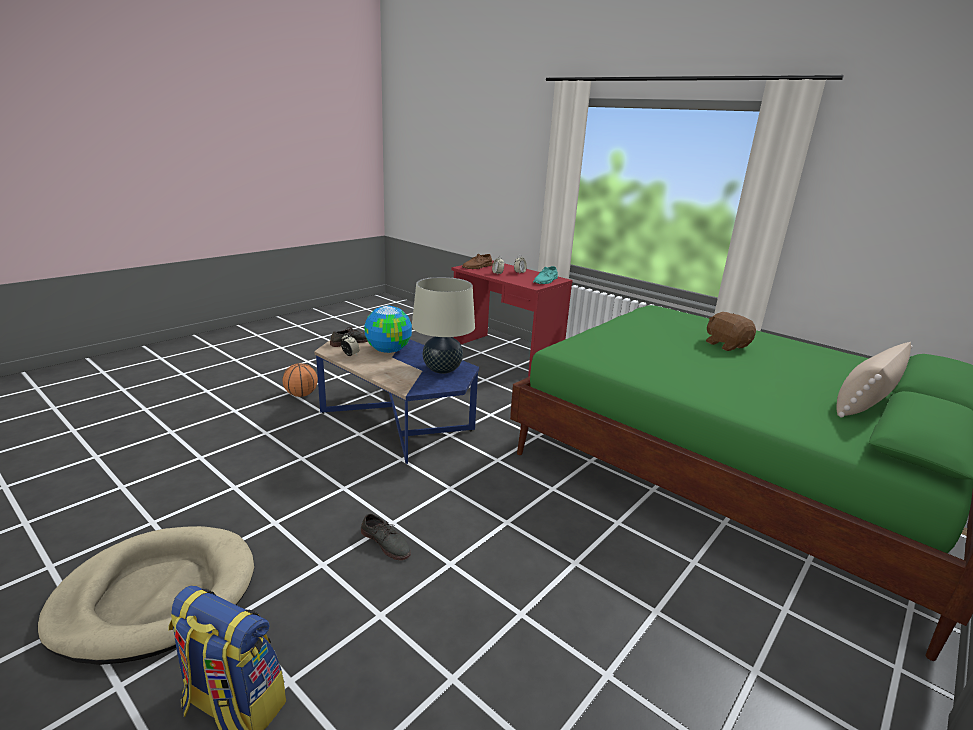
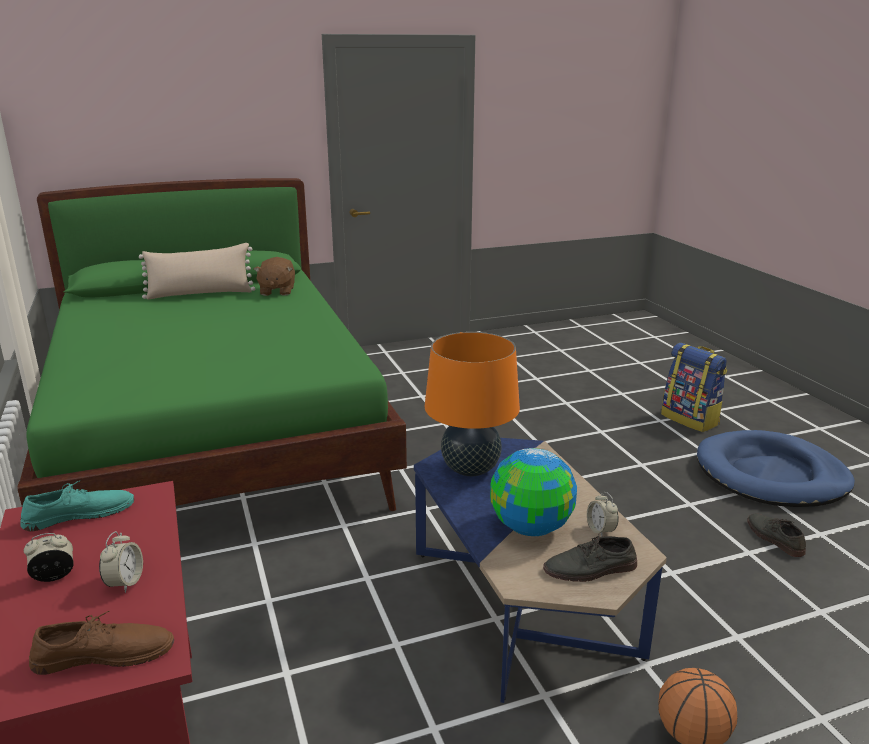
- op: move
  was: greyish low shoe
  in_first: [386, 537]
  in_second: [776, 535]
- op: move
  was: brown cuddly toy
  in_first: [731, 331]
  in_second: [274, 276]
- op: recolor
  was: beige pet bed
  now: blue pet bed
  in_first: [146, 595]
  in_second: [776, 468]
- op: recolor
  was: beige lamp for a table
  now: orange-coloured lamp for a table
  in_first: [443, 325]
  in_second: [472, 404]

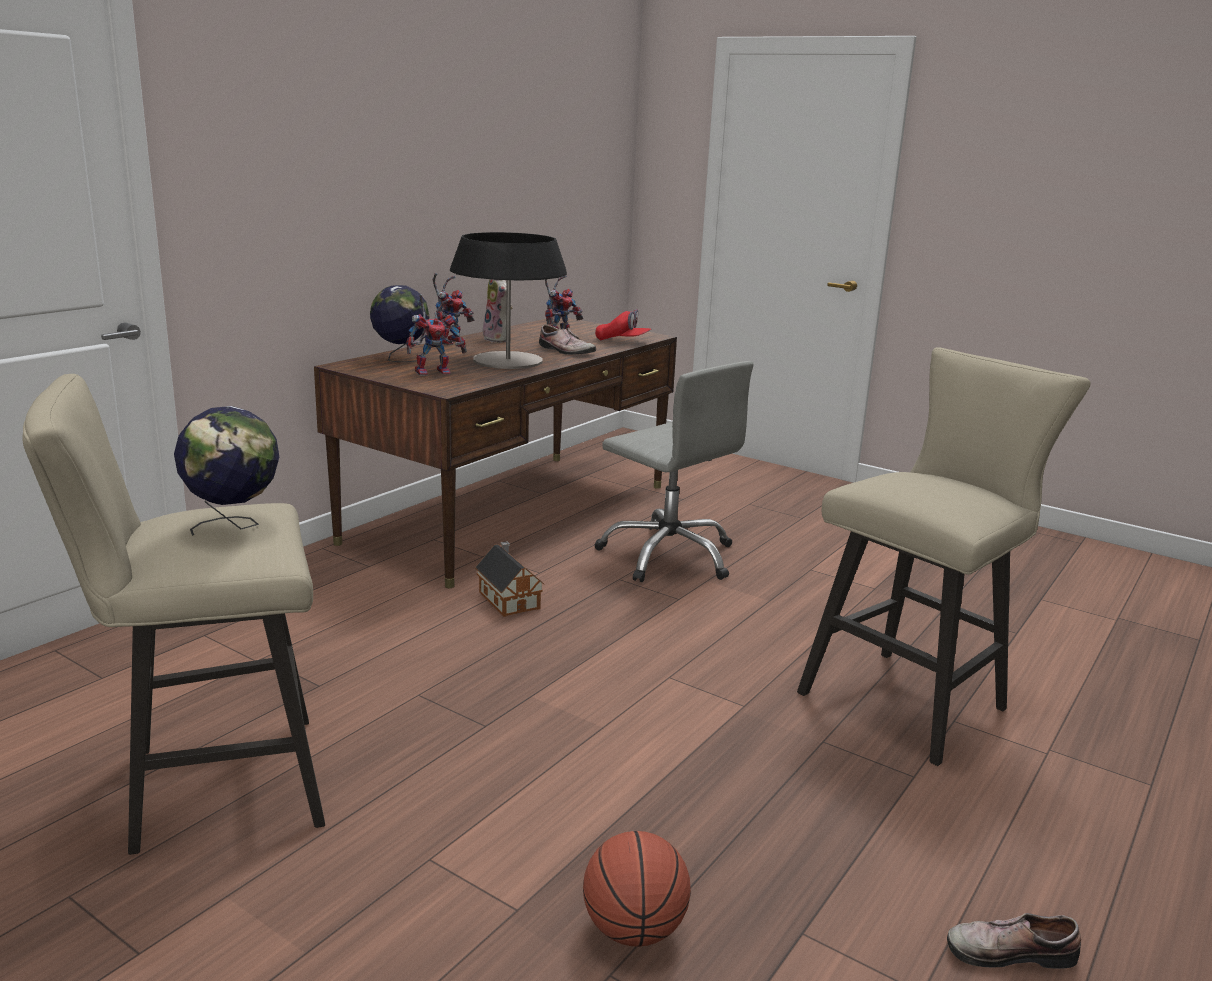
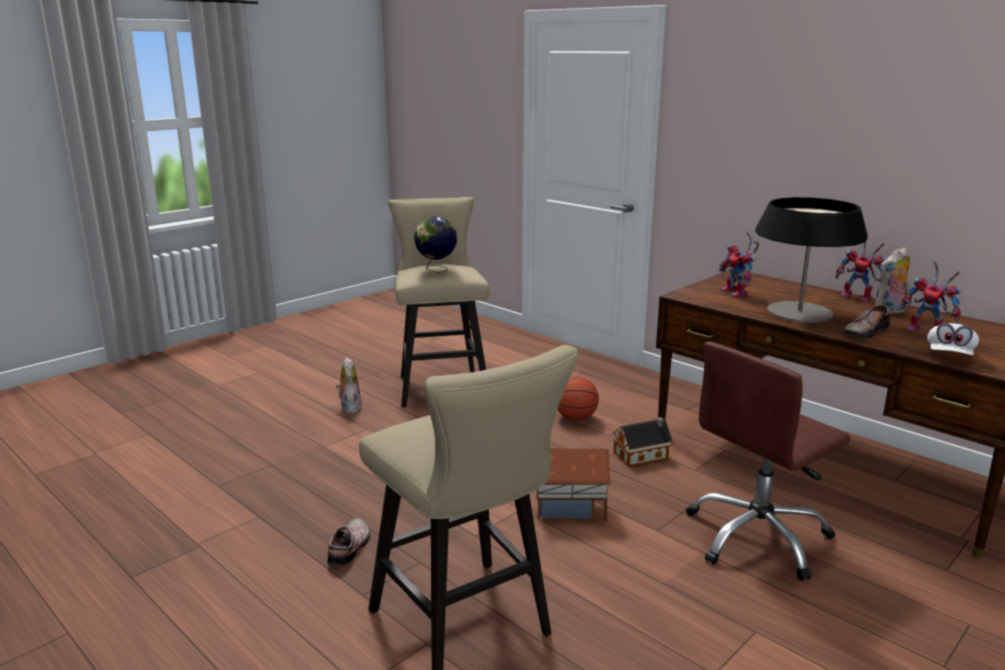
- op: delete
  was: globe
  in_first: [399, 323]
- op: insert
  now: cuddly toy
  in_second: [349, 385]
- op: insert
  now: miniature house
  in_second: [574, 484]
- op: move
  was: ball for basketball
  in_first: [637, 889]
  in_second: [578, 399]
- op: move
  was: low shoe
  in_first: [1014, 941]
  in_second: [348, 541]
- op: recolor
  was: red-coloured cap
  now: white-coloured cap
  in_first: [623, 324]
  in_second: [953, 339]
- op: recolor
  was: greyish computer chair
  now: brown computer chair
  in_first: [674, 471]
  in_second: [768, 461]

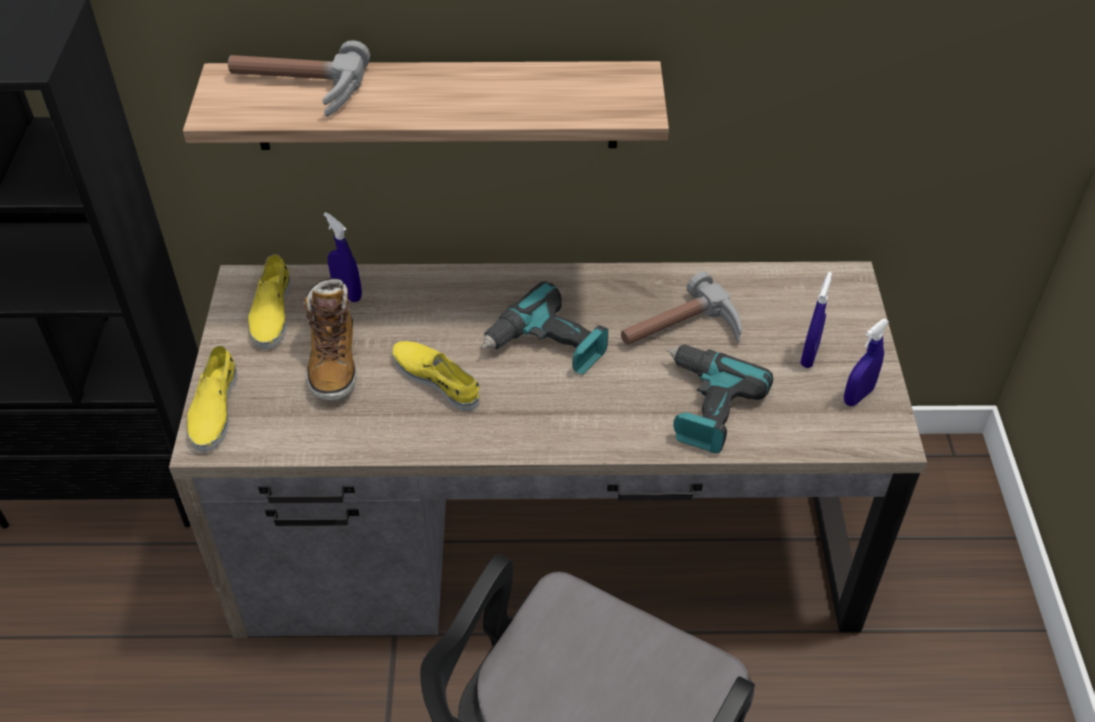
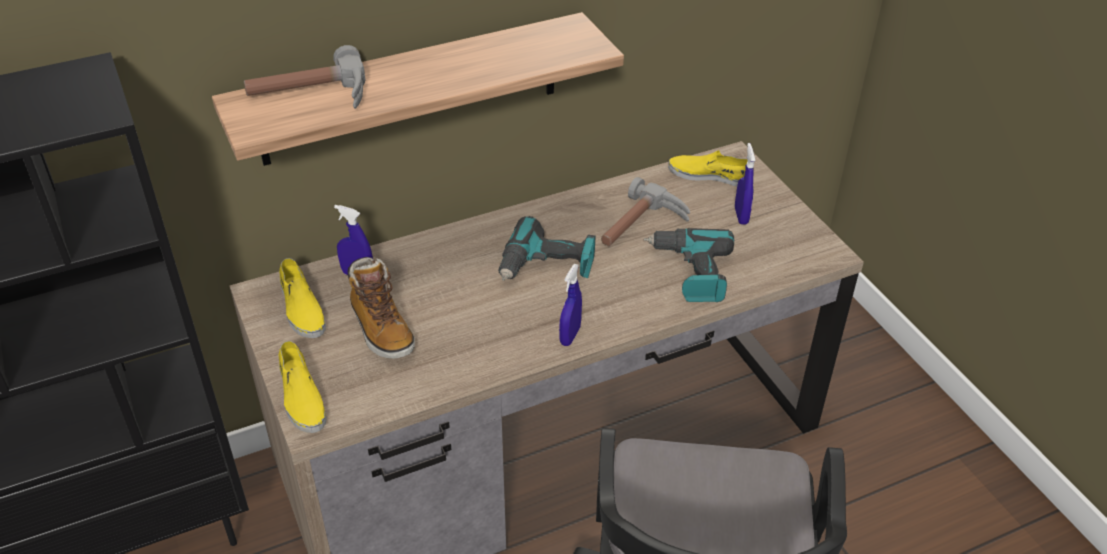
- op: move
  was: yellowish low shoe
  in_first: [436, 376]
  in_second: [708, 168]
- op: move
  was: blue sprayer
  in_first: [866, 362]
  in_second: [570, 305]

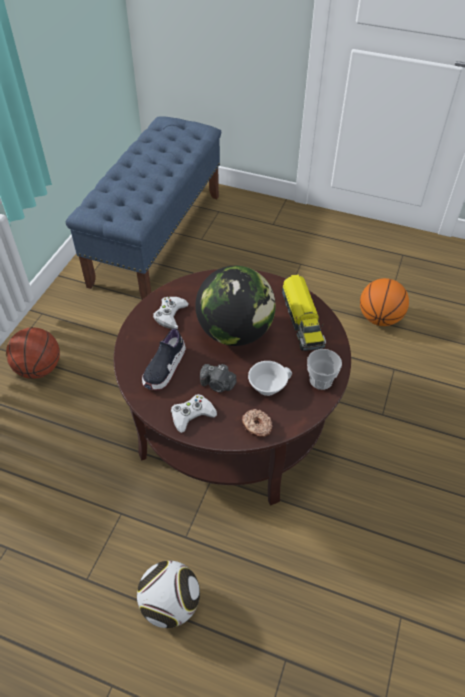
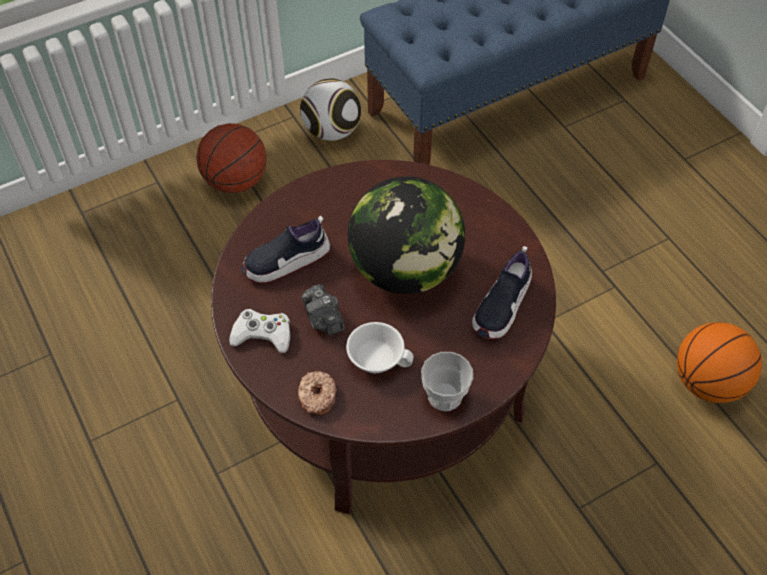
- op: delete
  was: white-coloured gamepad
  in_first: [171, 313]
- op: move
  was: football
  in_first: [168, 594]
  in_second: [330, 109]
- op: replace
  was: toy truck
  now: low shoe
  in_first: [304, 312]
  in_second: [502, 293]

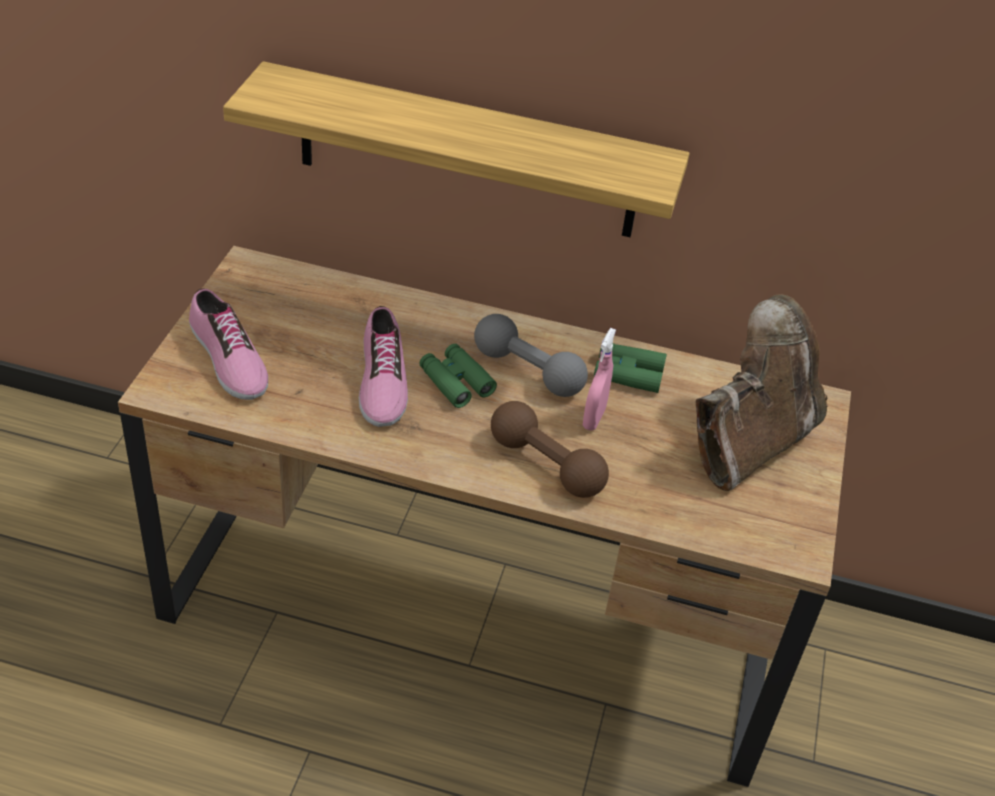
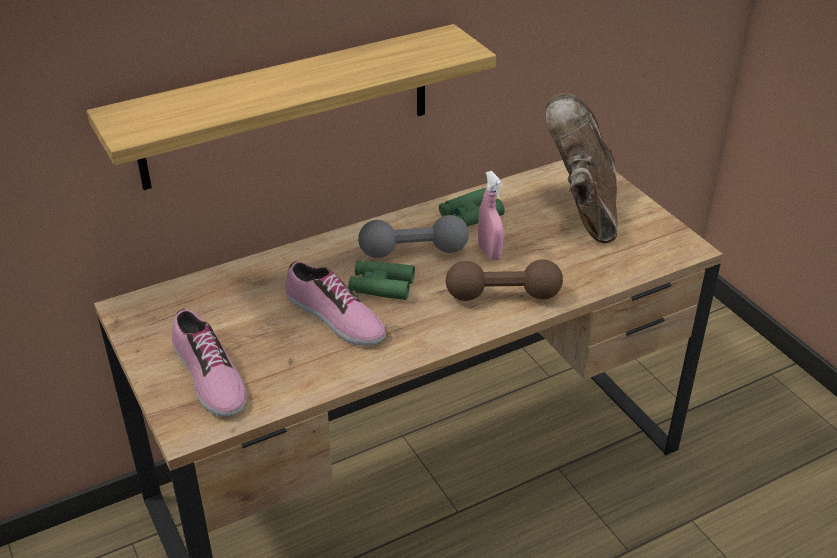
- op: rotate
  was: low shoe
  in_first: [228, 344]
  in_second: [209, 363]
  clockwise: 45

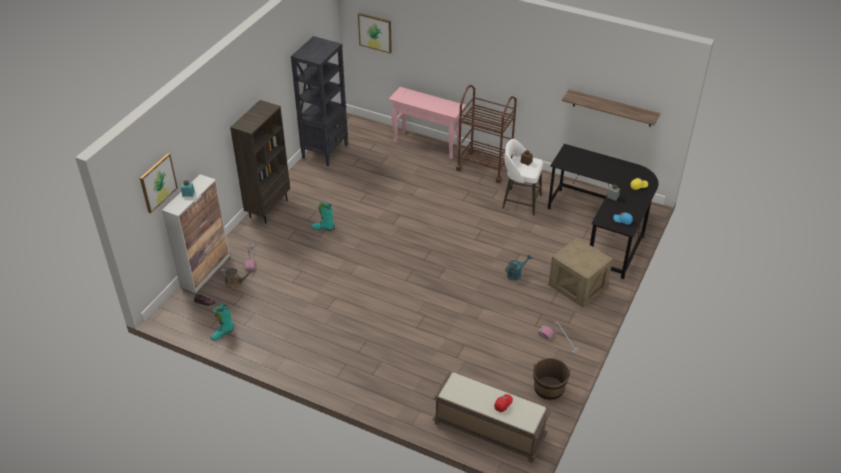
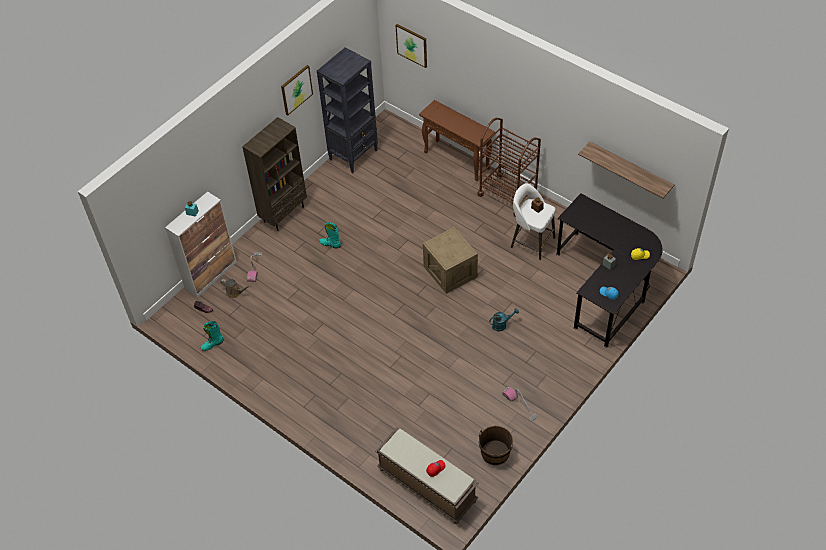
- op: move
  was: wall art
  in_first: [159, 183]
  in_second: [297, 90]
- op: move
  was: shipping crate
  in_first: [580, 272]
  in_second: [450, 260]
- op: recolor
  was: pink-coloured console table
  now: brown console table
  in_first: [427, 123]
  in_second: [457, 140]

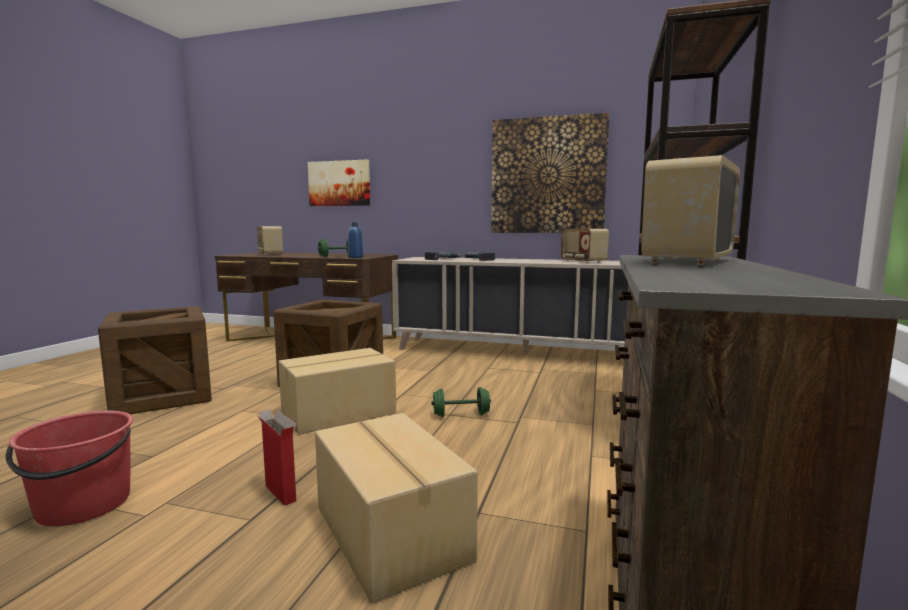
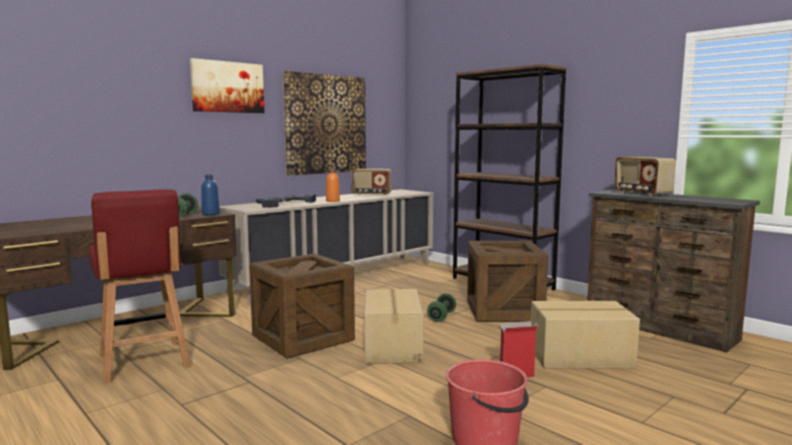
- op: delete
  was: radio receiver
  in_first: [270, 241]
- op: insert
  now: red-coloured plain chair
  in_second: [139, 286]
- op: insert
  now: orange-coloured beverage bottle
  in_second: [333, 185]
- op: move
  was: shipping crate
  in_first: [155, 360]
  in_second: [507, 281]
- op: move
  was: wall art
  in_first: [339, 182]
  in_second: [227, 85]

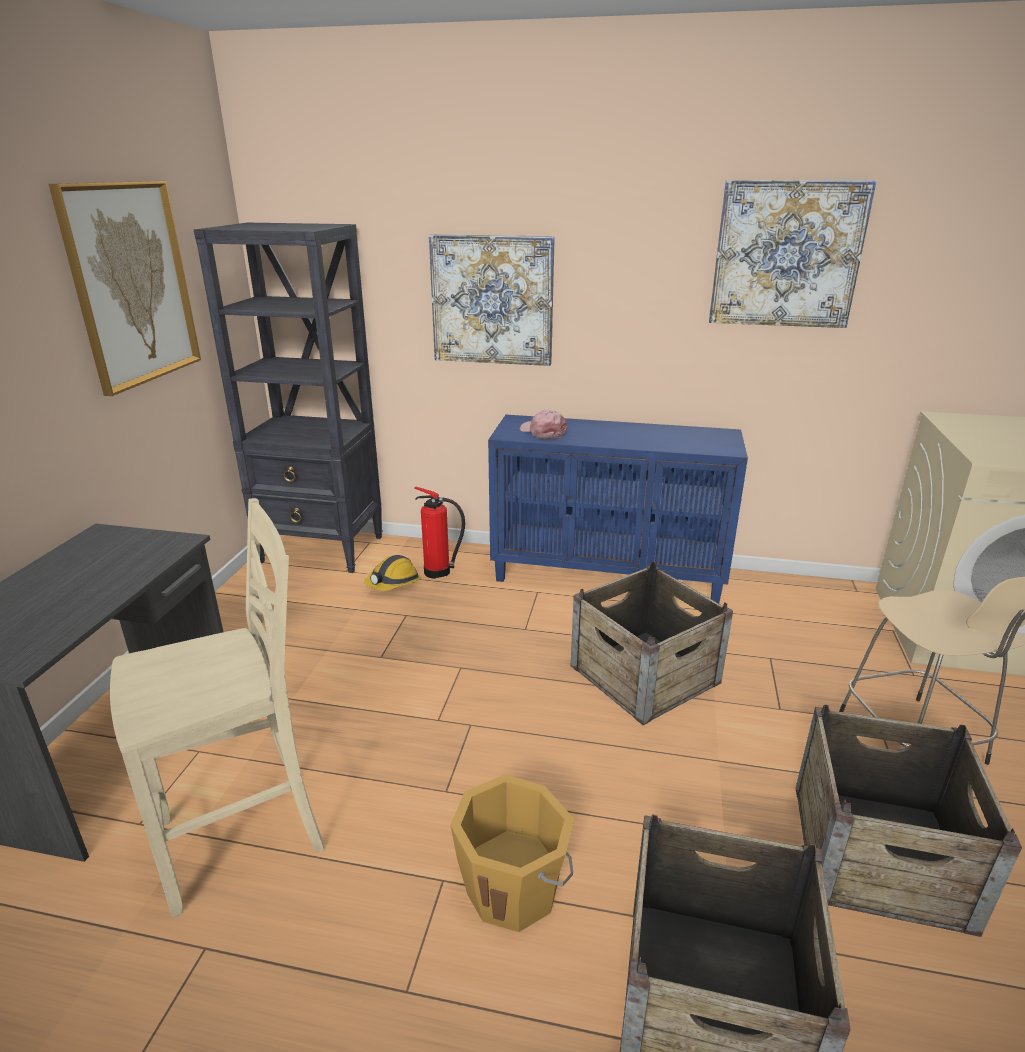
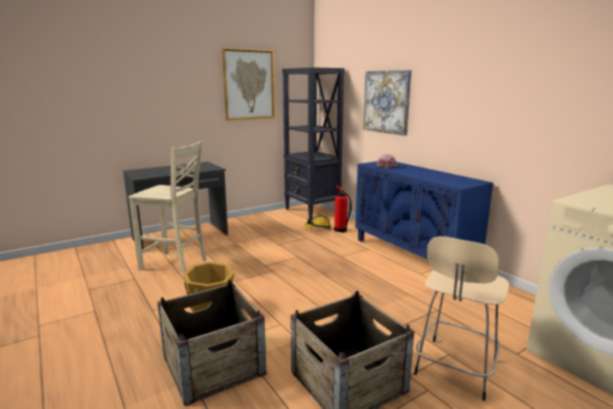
- op: delete
  was: shipping crate
  in_first: [652, 643]
- op: delete
  was: wall art
  in_first: [793, 254]

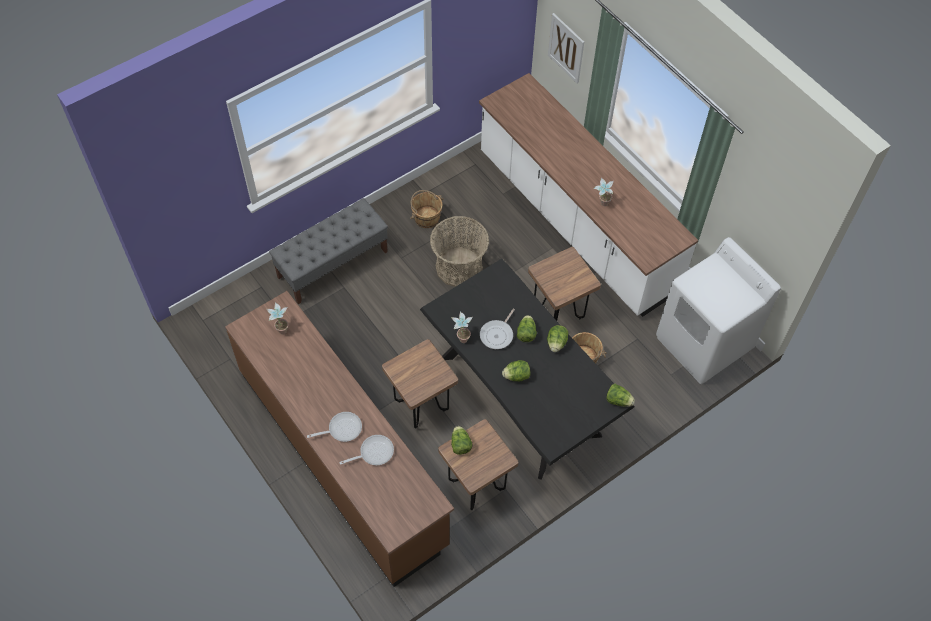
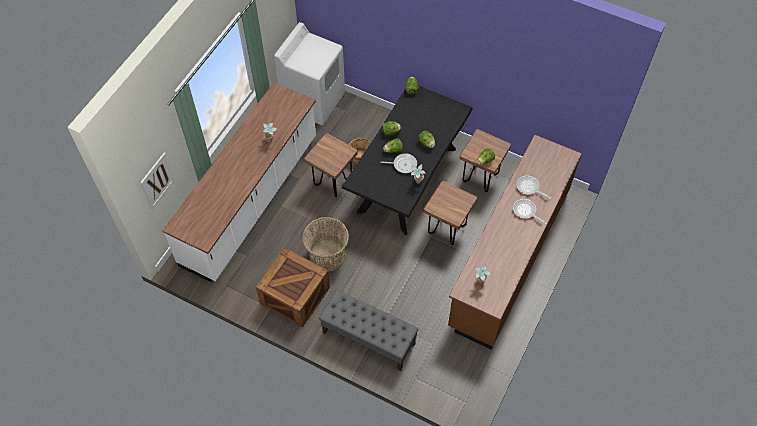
- op: replace
  was: brown water bucket
  now: shipping crate
  in_first: [427, 209]
  in_second: [293, 288]

